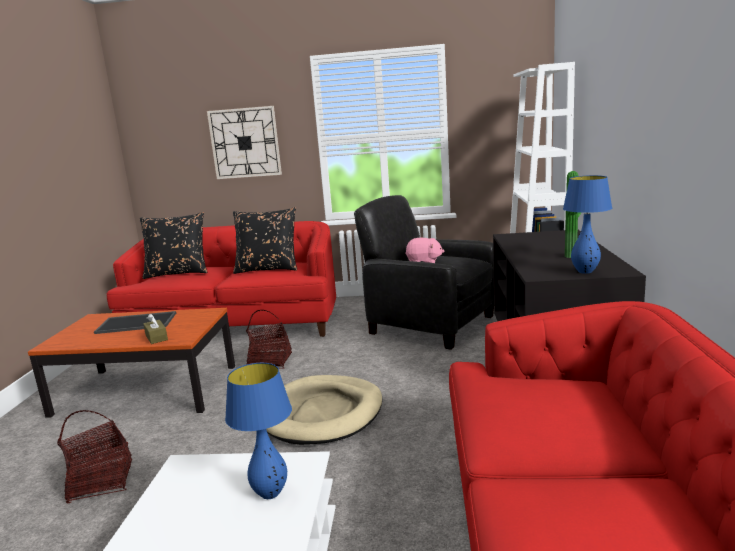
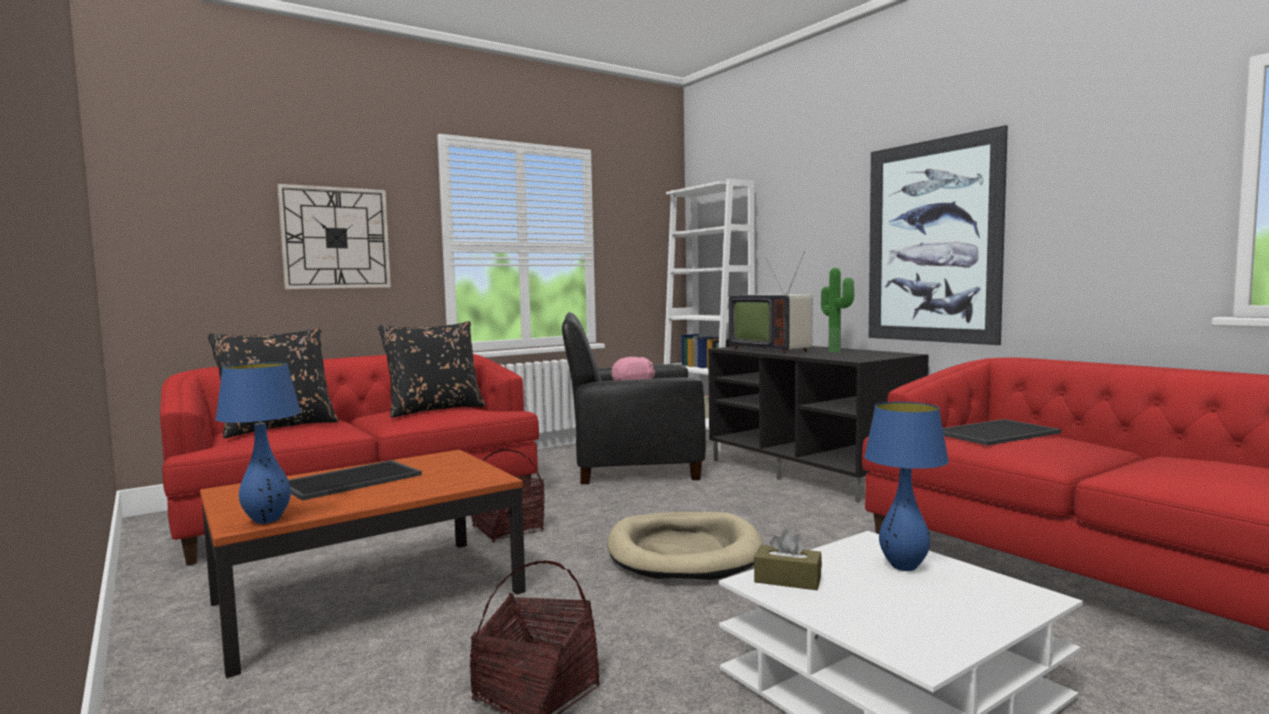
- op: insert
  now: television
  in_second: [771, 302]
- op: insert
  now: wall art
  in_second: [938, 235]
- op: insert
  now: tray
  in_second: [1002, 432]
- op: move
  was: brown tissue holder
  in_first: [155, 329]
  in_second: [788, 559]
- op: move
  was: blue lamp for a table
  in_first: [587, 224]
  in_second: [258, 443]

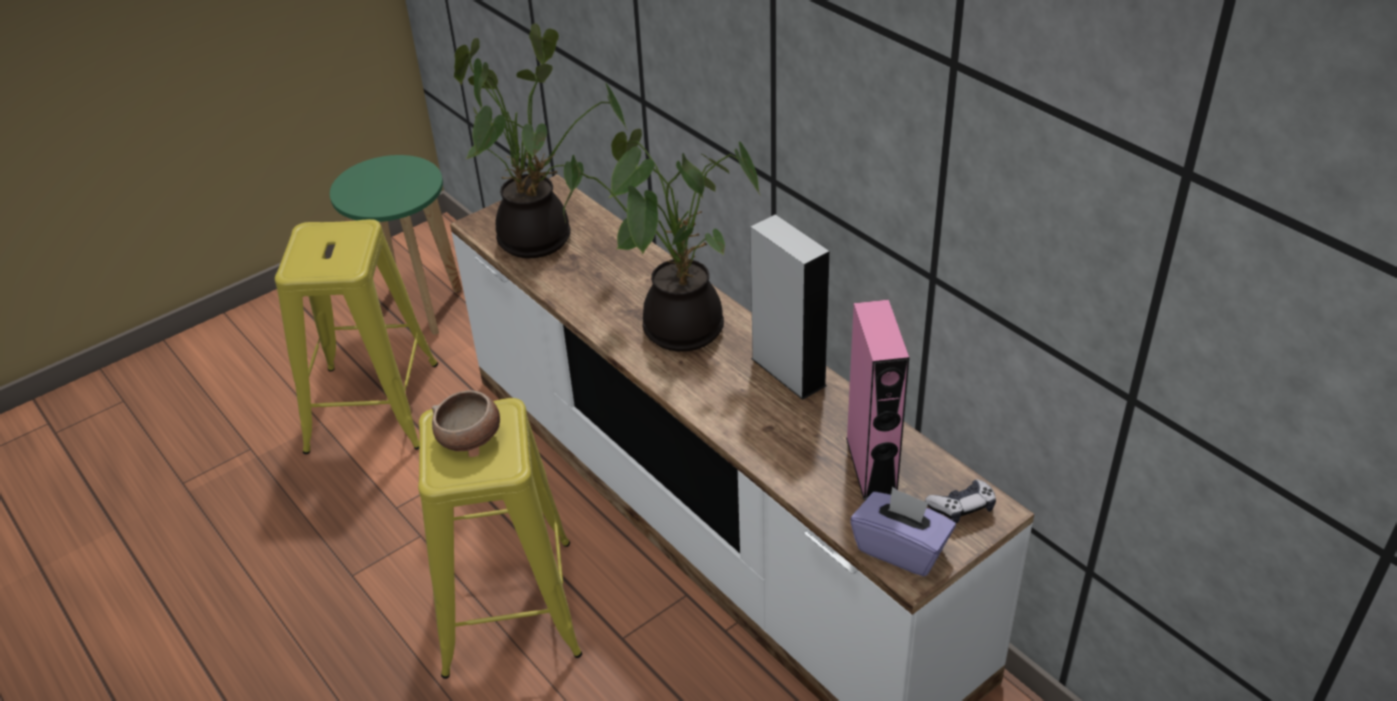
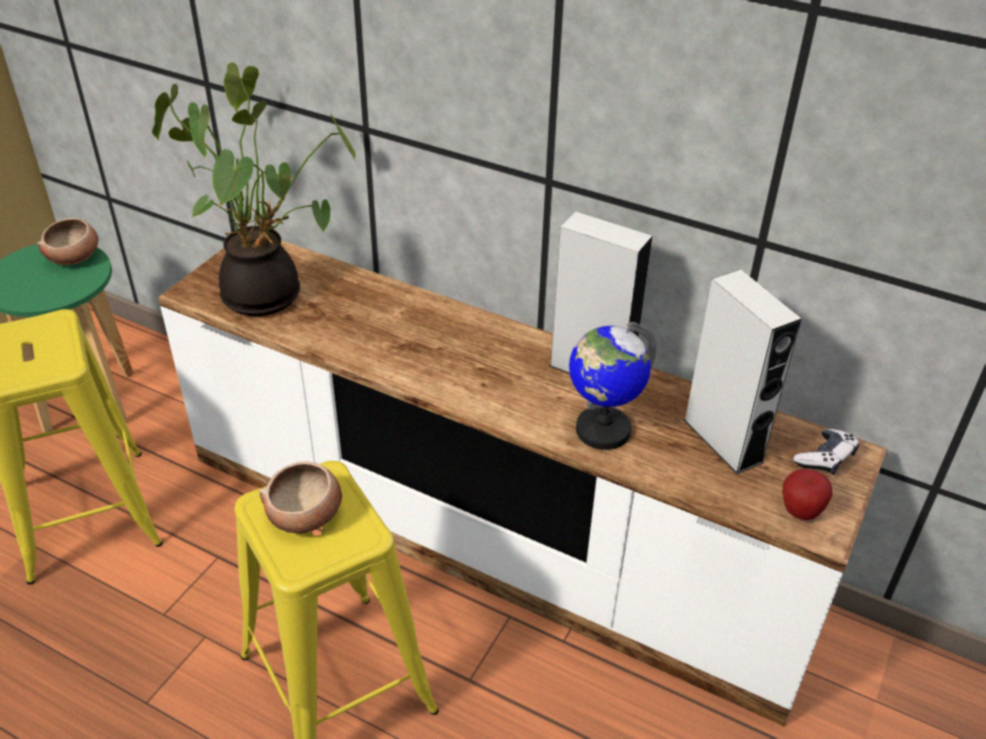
- op: delete
  was: plant in a pot
  in_first: [662, 240]
- op: insert
  now: deep dish
  in_second: [67, 241]
- op: insert
  now: globe
  in_second: [612, 386]
- op: replace
  was: purple tissue holder
  now: apple fruit
  in_first: [903, 531]
  in_second: [808, 494]
- op: recolor
  was: pink-coloured loudspeaker
  now: greyish loudspeaker
  in_first: [877, 400]
  in_second: [743, 372]

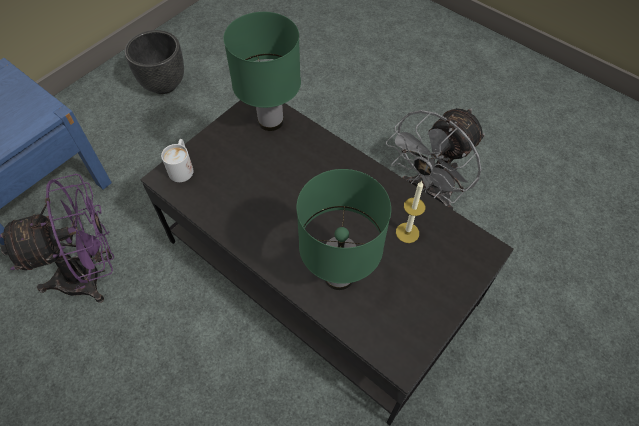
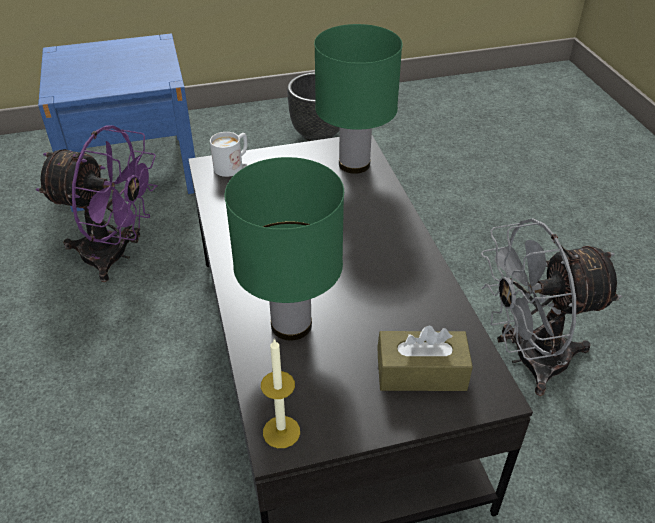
- op: insert
  now: brown tissue holder
  in_second: [425, 358]
- op: move
  was: candle
  in_first: [410, 212]
  in_second: [280, 393]

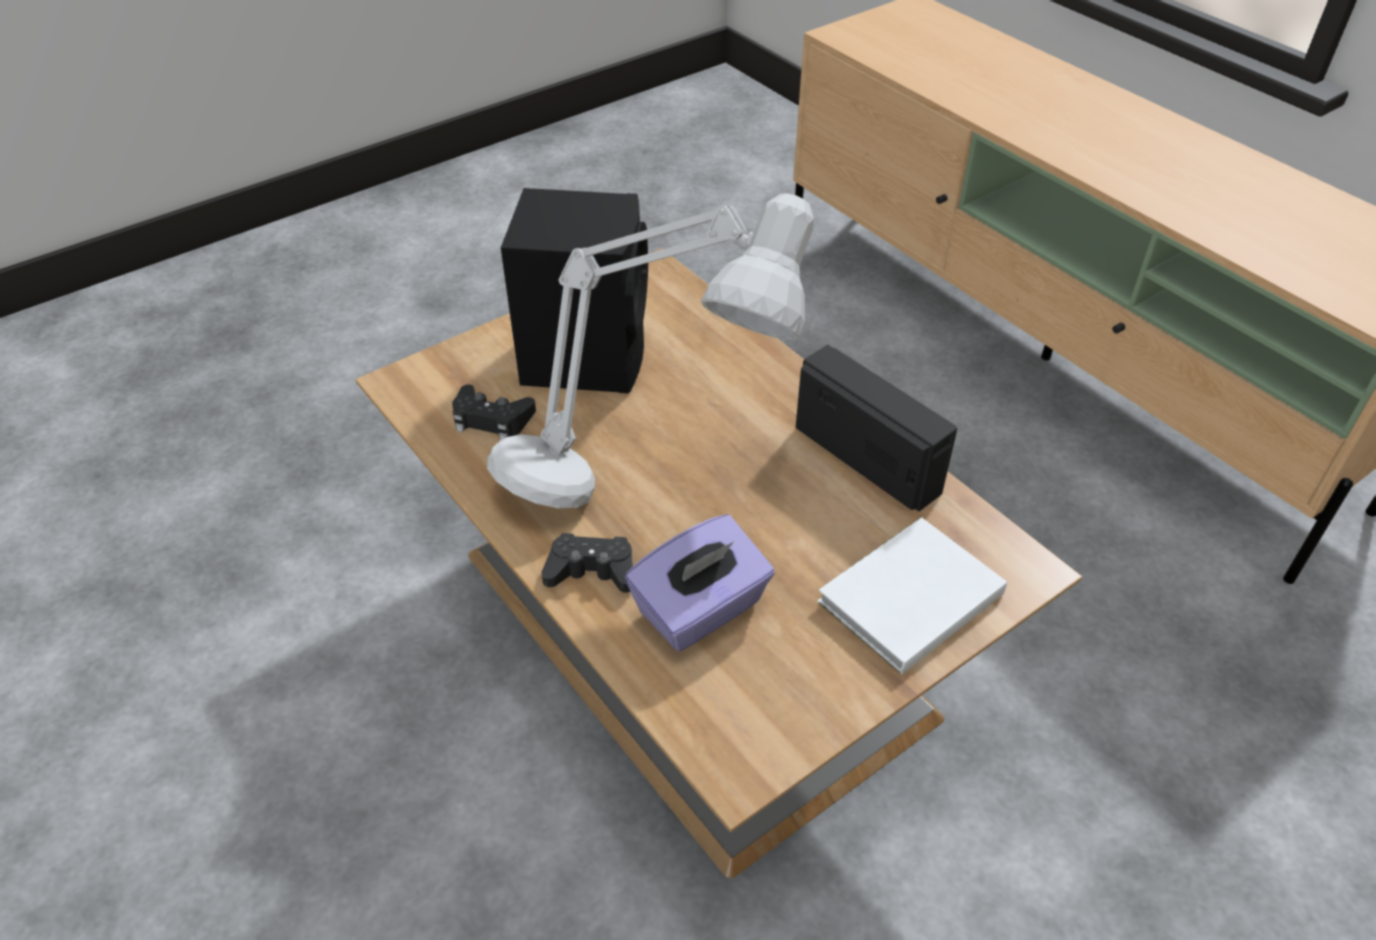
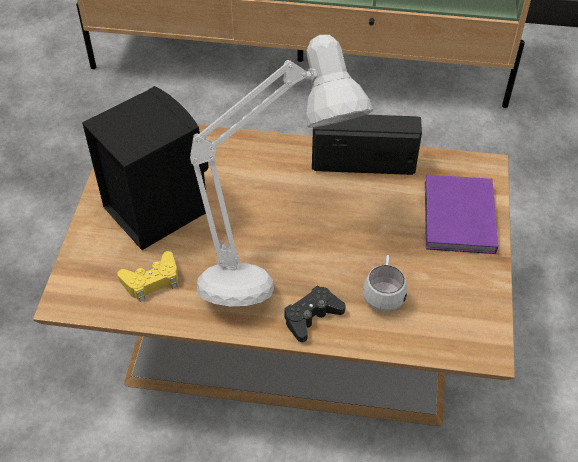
- op: replace
  was: purple tissue holder
  now: white-coloured mug
  in_first: [700, 582]
  in_second: [385, 283]
- op: recolor
  was: black-coloured gamepad
  now: yellowish gamepad
  in_first: [494, 412]
  in_second: [147, 276]
- op: recolor
  was: white-coloured book
  now: purple book
  in_first: [912, 595]
  in_second: [461, 214]

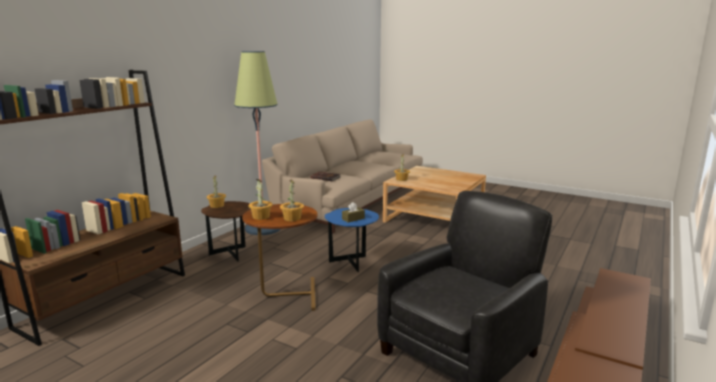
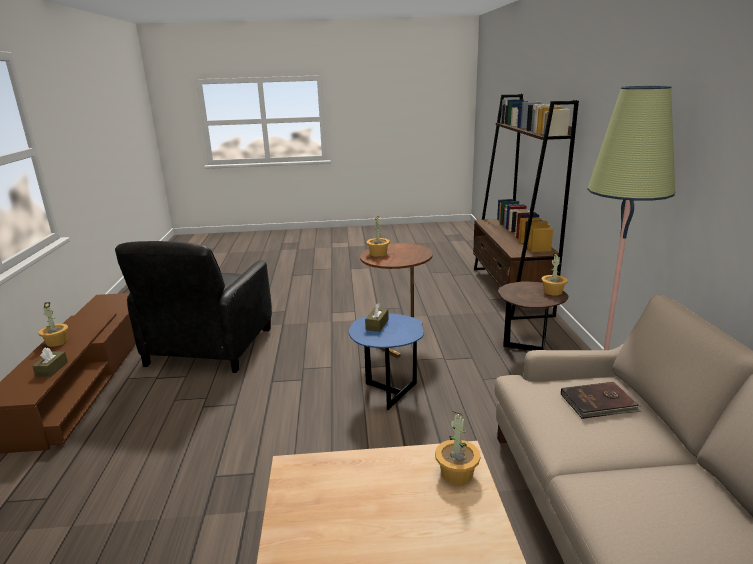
- op: insert
  now: brown tissue holder
  in_second: [50, 362]
- op: move
  was: plant in a pot
  in_first: [260, 199]
  in_second: [53, 324]

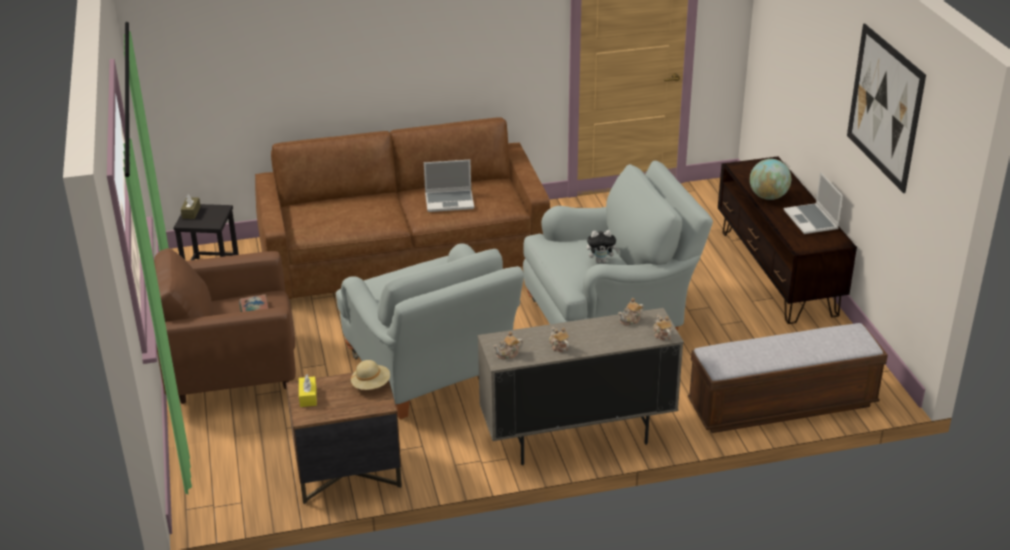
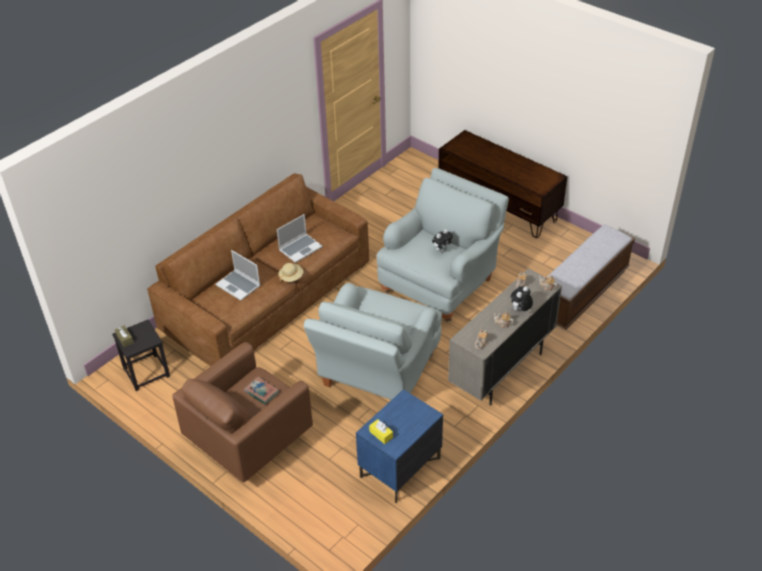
- op: delete
  was: globe
  in_first: [770, 179]
- op: delete
  was: wall art
  in_first: [886, 108]
- op: insert
  now: cuddly toy
  in_second: [522, 298]
- op: move
  was: beige hat
  in_first: [370, 375]
  in_second: [290, 272]
- op: move
  was: laptop
  in_first: [813, 203]
  in_second: [238, 275]
- op: recolor
  was: brown night table
  now: blue night table
  in_first: [344, 438]
  in_second: [399, 446]
- op: rotate
  was: greyish lounge chair
  in_first: [430, 331]
  in_second: [372, 341]
  clockwise: 90

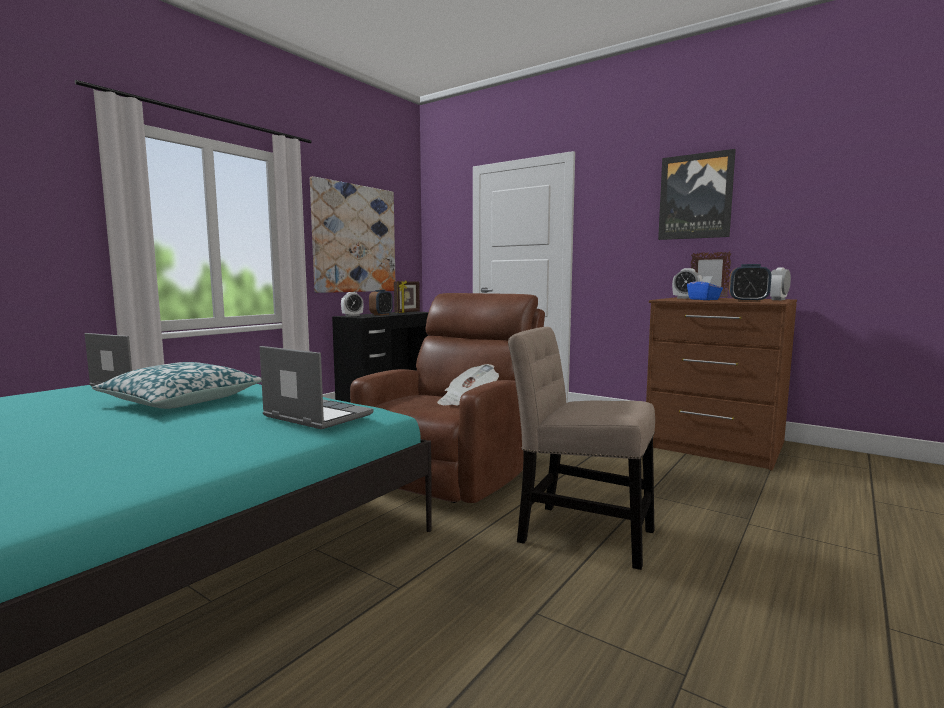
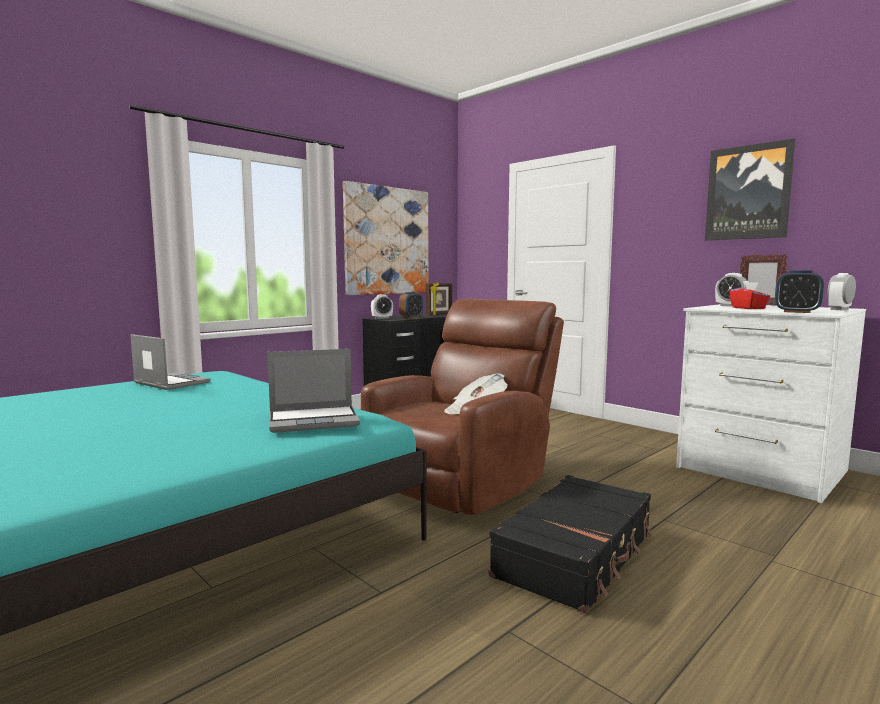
- op: delete
  was: pillow
  in_first: [177, 385]
- op: replace
  was: beige plain chair
  now: black-coloured travel case
  in_first: [581, 448]
  in_second: [571, 544]
- op: recolor
  was: brown dresser
  now: white-coloured dresser
  in_first: [721, 384]
  in_second: [771, 403]
- op: recolor
  was: blue tissue holder
  now: red-coloured tissue holder
  in_first: [705, 288]
  in_second: [749, 295]
- op: rotate
  was: laptop
  in_first: [316, 388]
  in_second: [313, 391]
  clockwise: 120

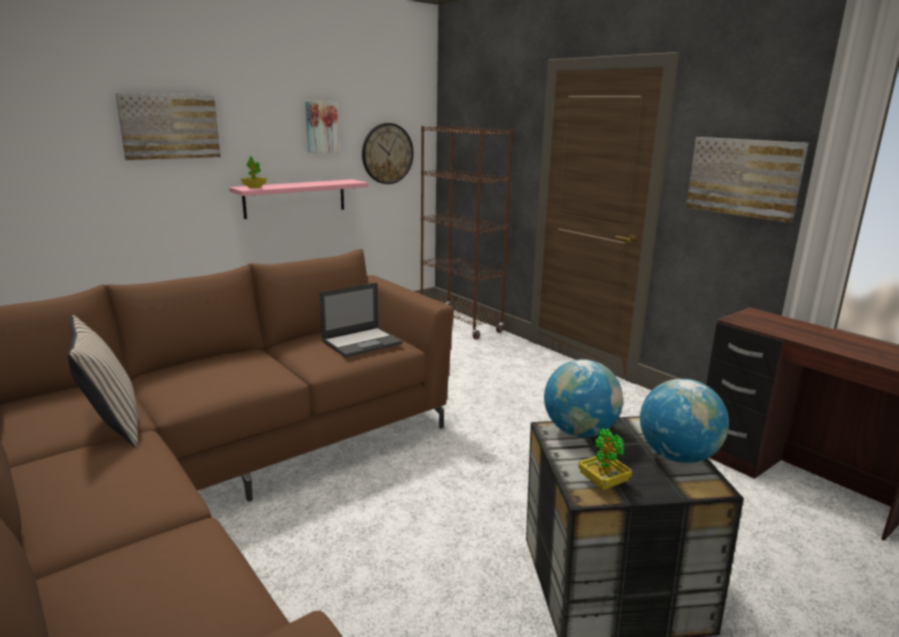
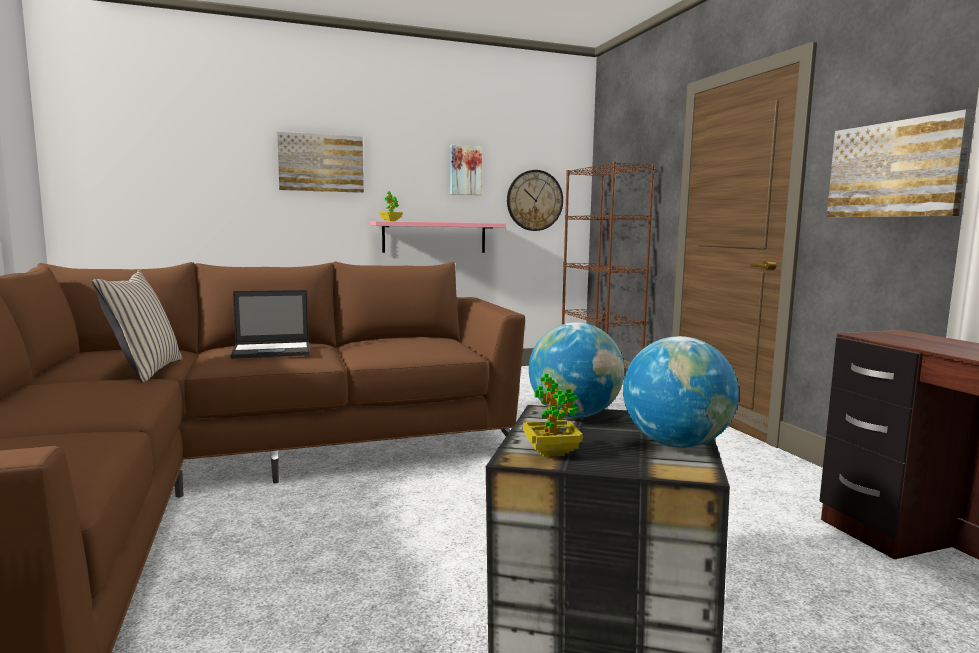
- op: move
  was: laptop
  in_first: [361, 320]
  in_second: [270, 324]

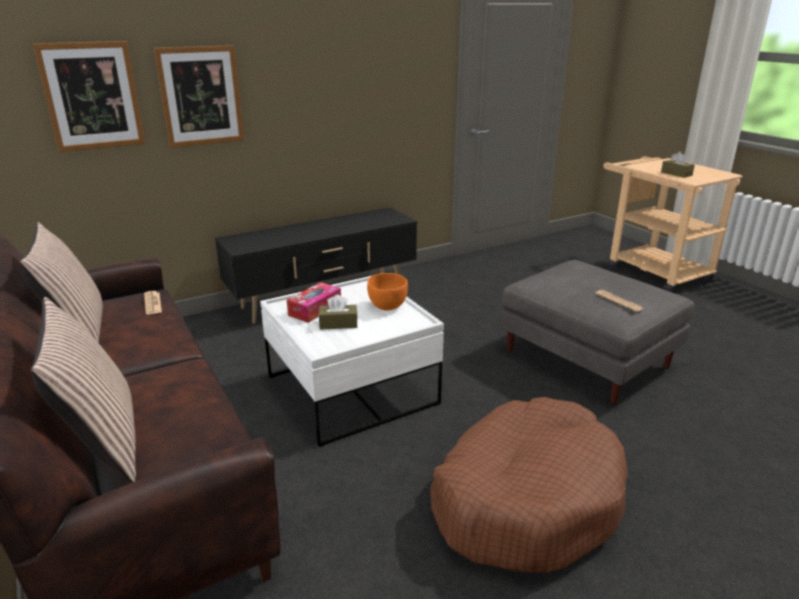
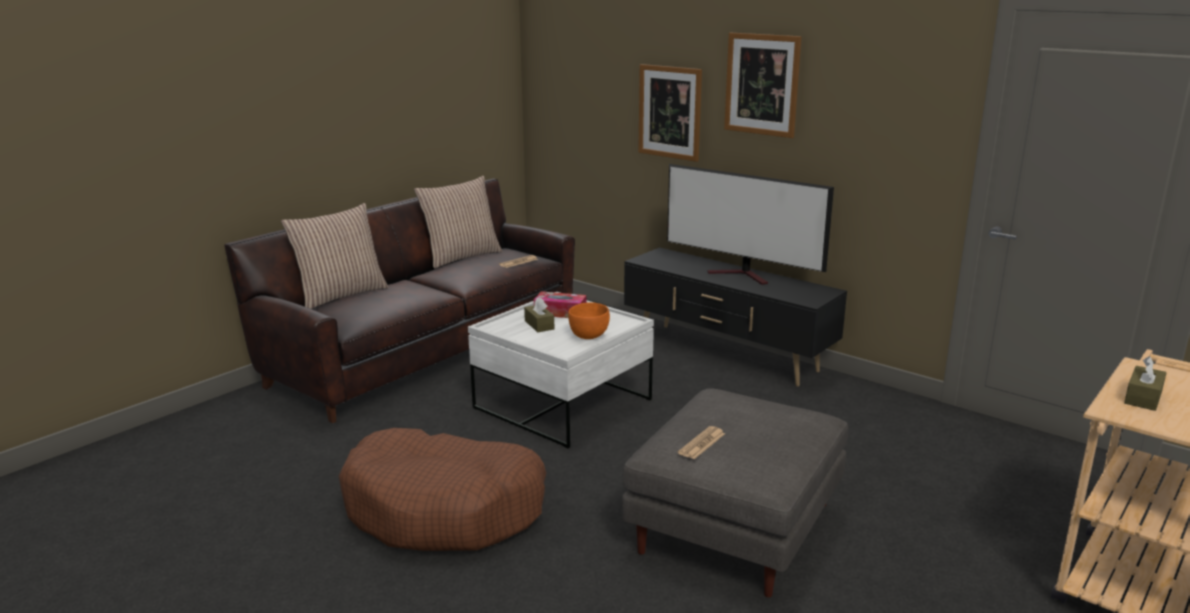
- op: insert
  now: television
  in_second: [750, 224]
- op: move
  was: wall art
  in_first: [89, 96]
  in_second: [762, 85]

